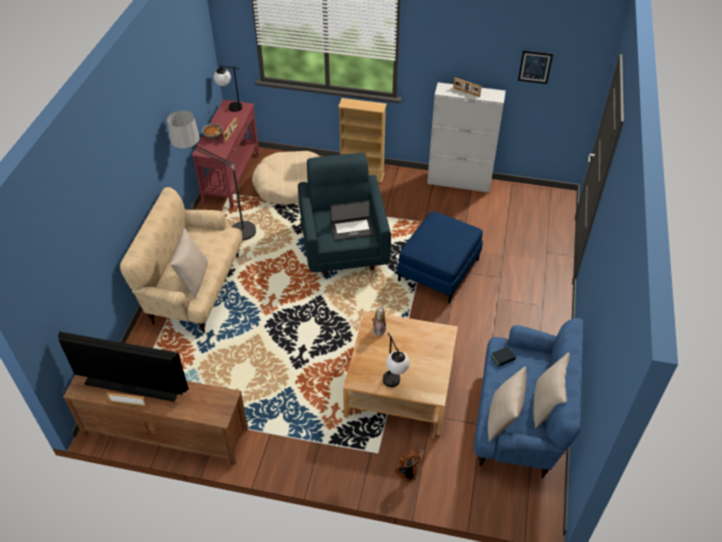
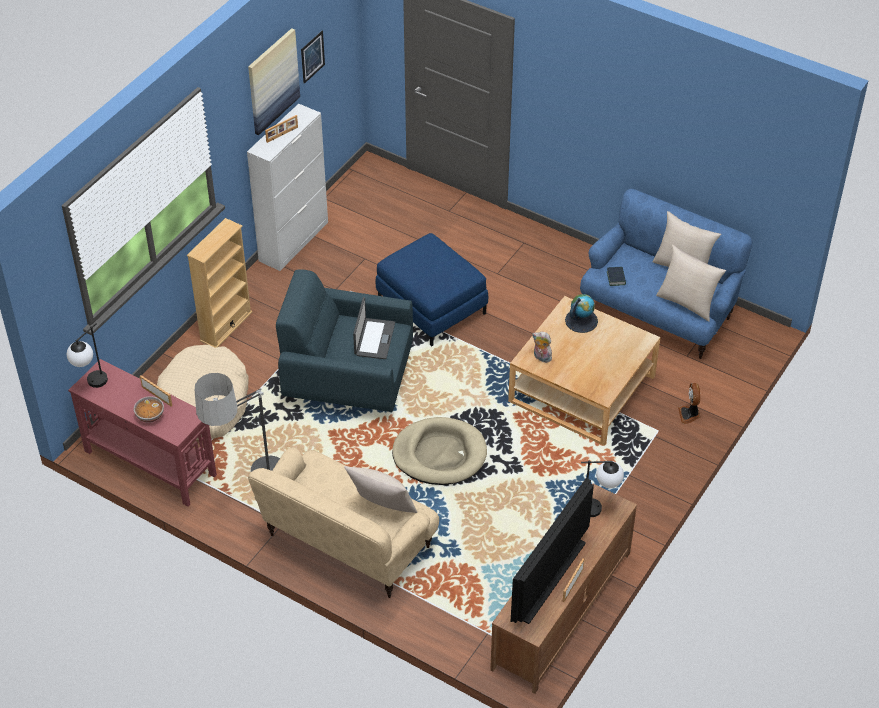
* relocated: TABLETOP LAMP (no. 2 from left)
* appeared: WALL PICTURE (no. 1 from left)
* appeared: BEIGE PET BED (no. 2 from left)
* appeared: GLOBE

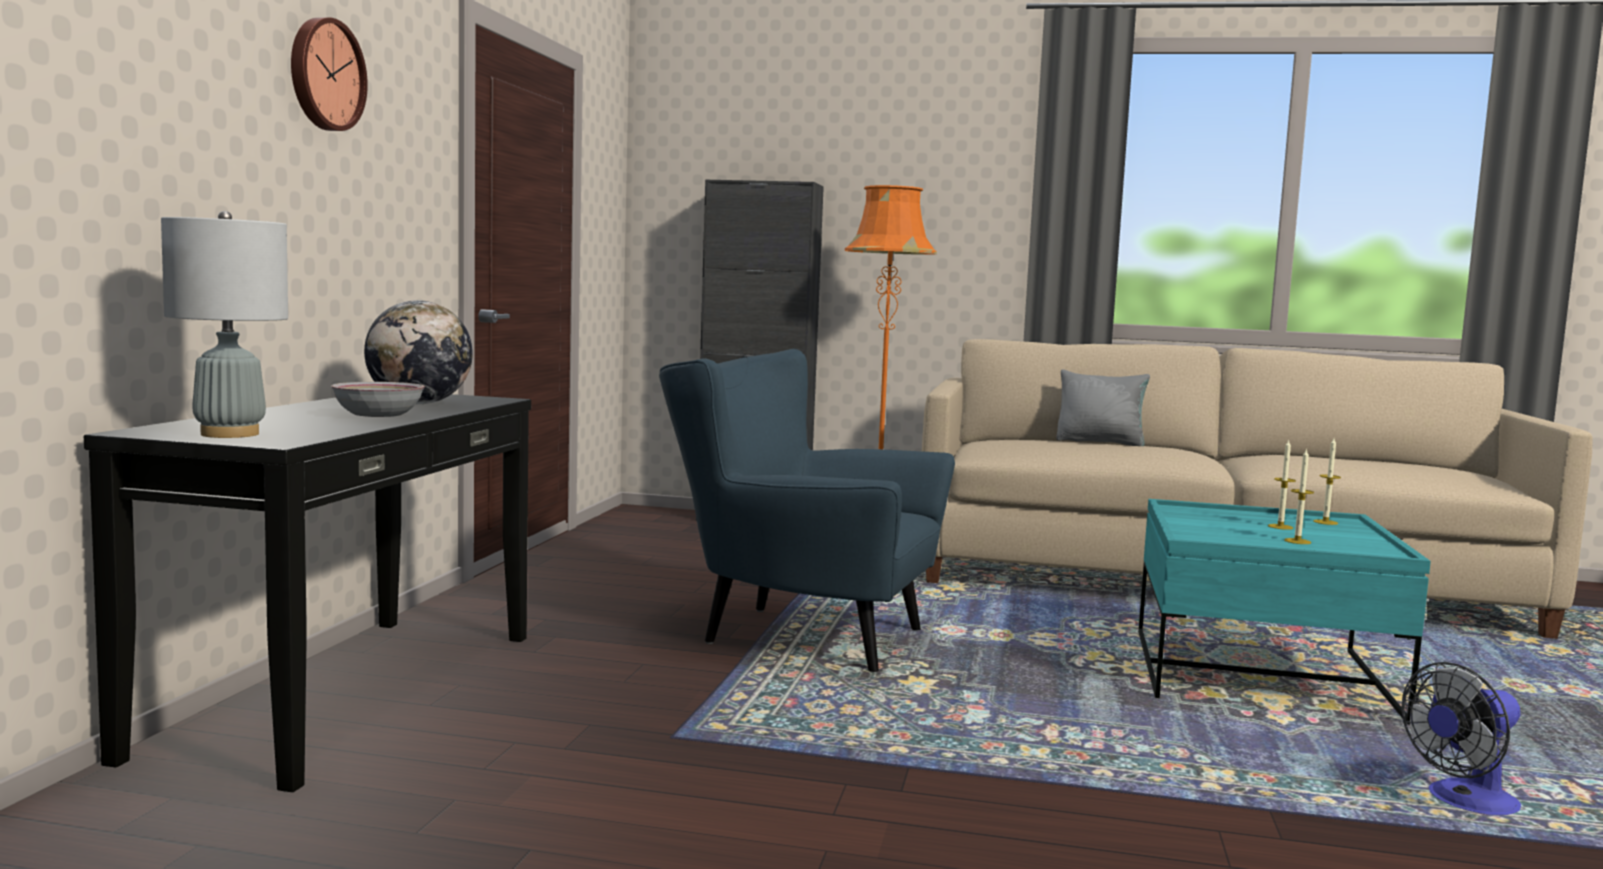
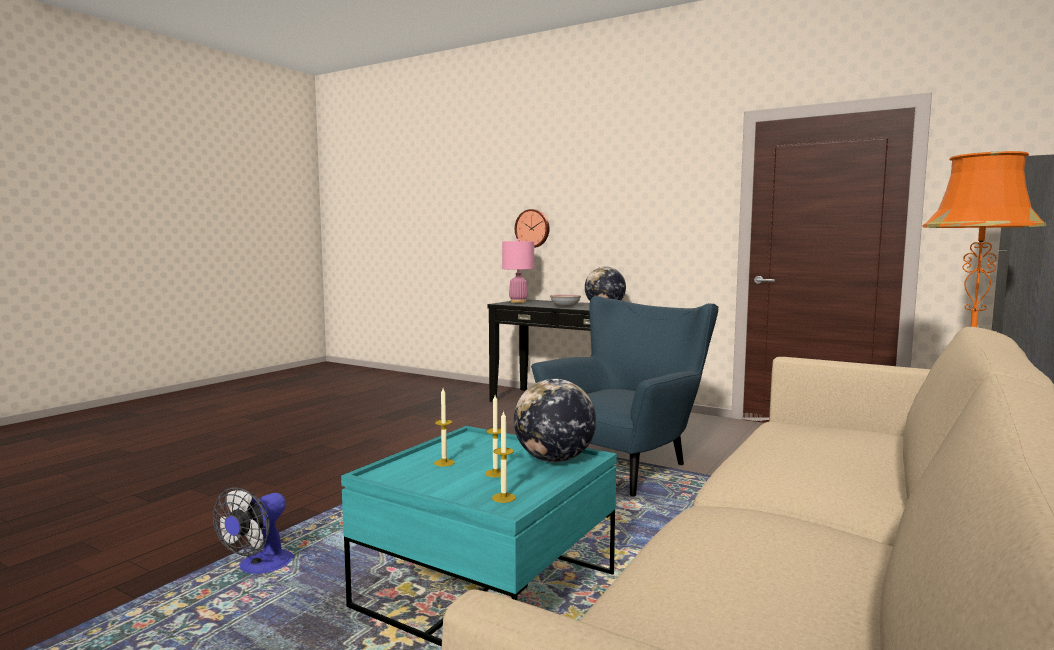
* colour: GREYISH TABLETOP LAMP to PINKISH TABLETOP LAMP
* relocated: HANGING CLOCK
* missing: GREYISH THROW PILLOW
* spun: FAN 150 degrees counterclockwise
* appeared: GLOBE (no. 1 from left)

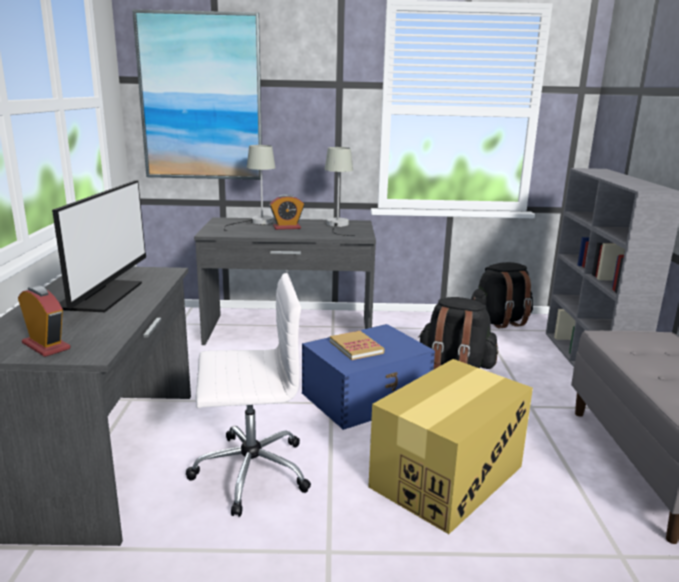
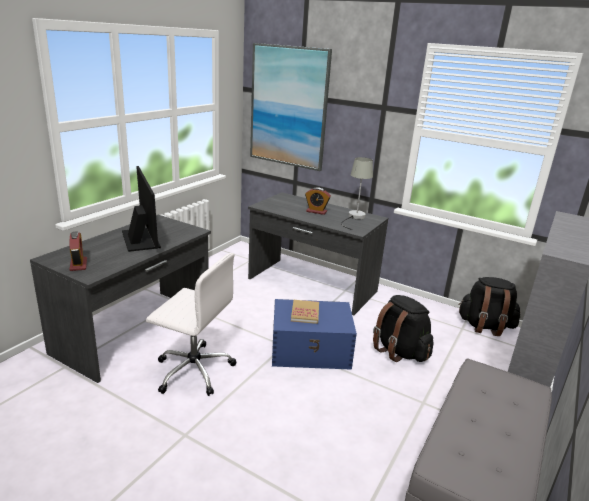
* spun: COMPUTER SCREEN 60 degrees counterclockwise
* missing: GREYISH TABLETOP LAMP (no. 1 from left)
* missing: CARDBOARD BOX

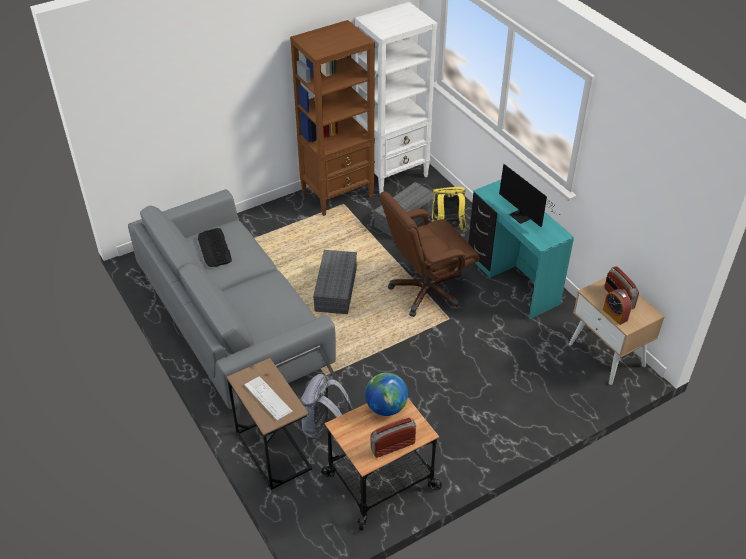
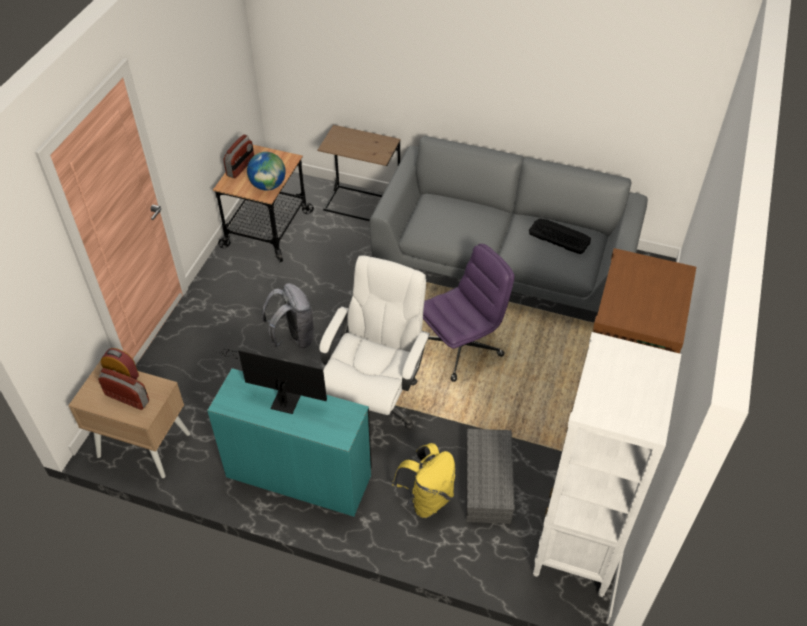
* missing: COMPUTER KEYBOARD (no. 2 from left)
* relocated: GREYISH BACKPACK
* exchanged: GREYISH STORAGE BOX (no. 1 from left) to PURPLE-COLOURED COMPUTER CHAIR
* colour: BROWN-COLOURED COMPUTER CHAIR to WHITE-COLOURED COMPUTER CHAIR

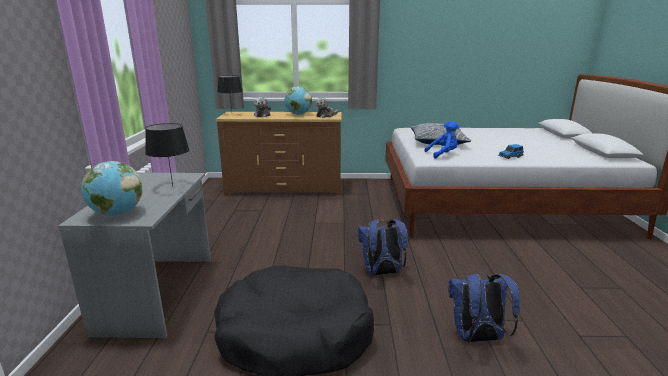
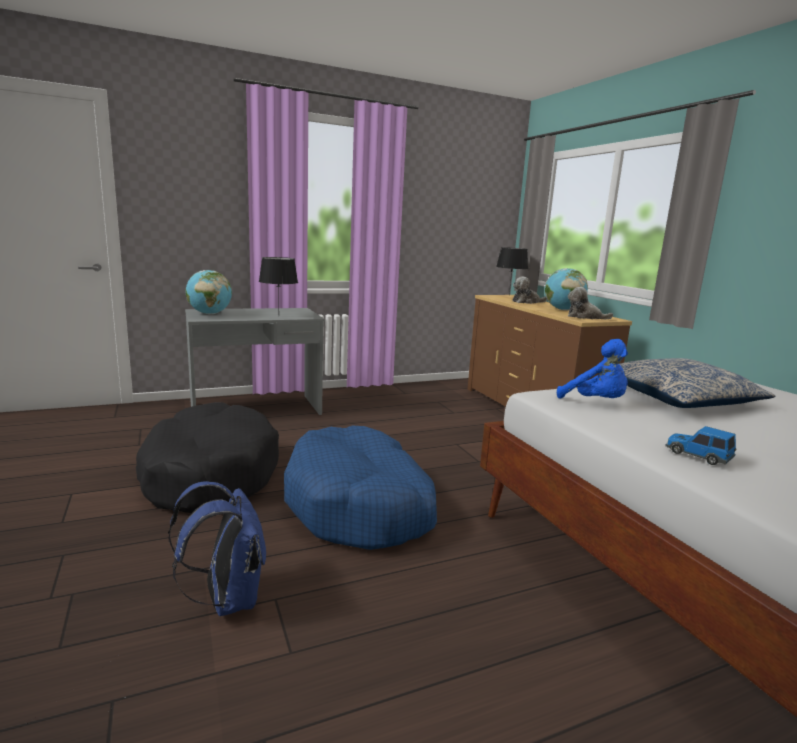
* exchanged: BLUE-COLOURED BACKPACK (no. 1 from left) to BLUE-COLOURED PET BED

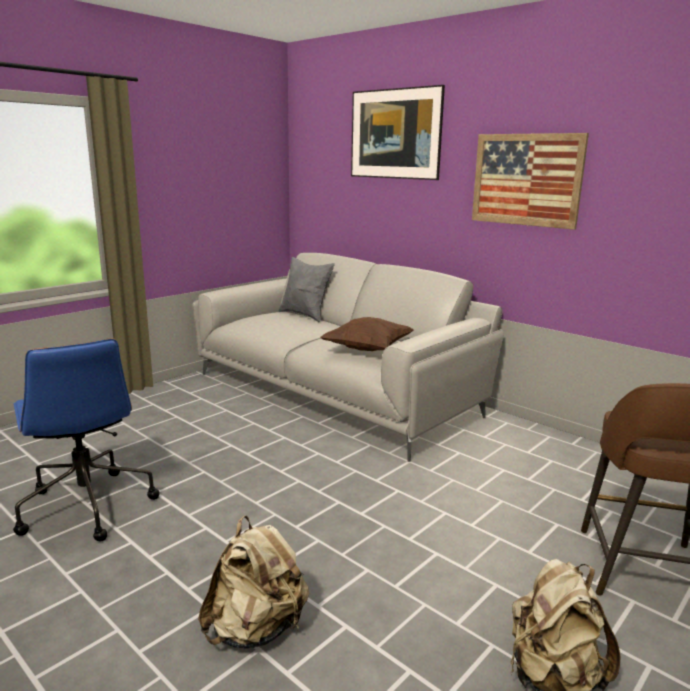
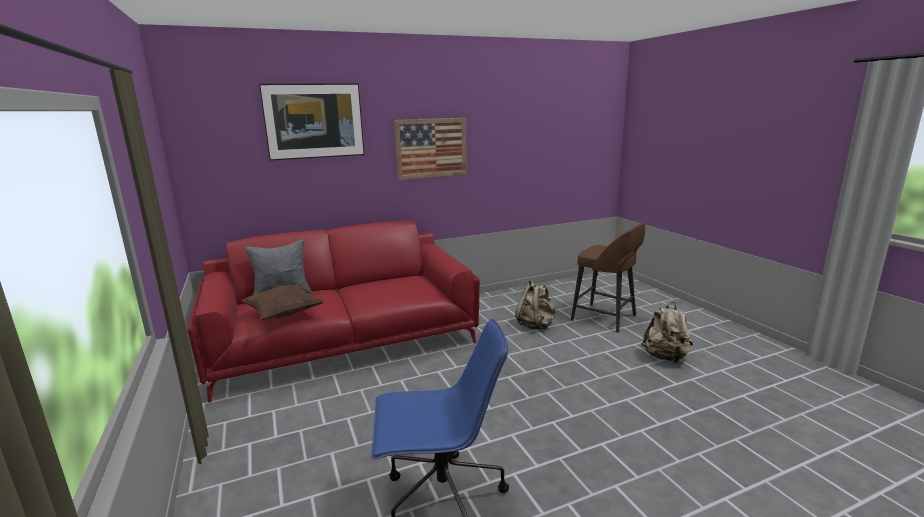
* colour: GREYISH SETTEE to RED SETTEE
* relocated: BEIGE BACKPACK (no. 1 from left)
* relocated: BROWN-COLOURED THROW PILLOW

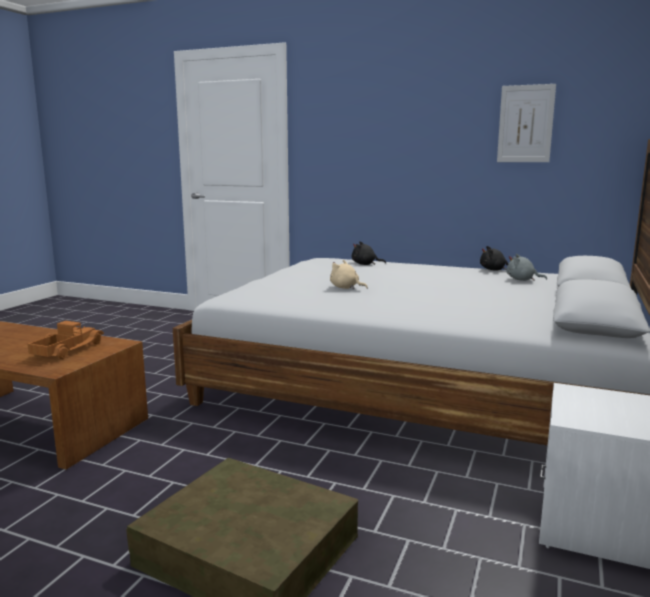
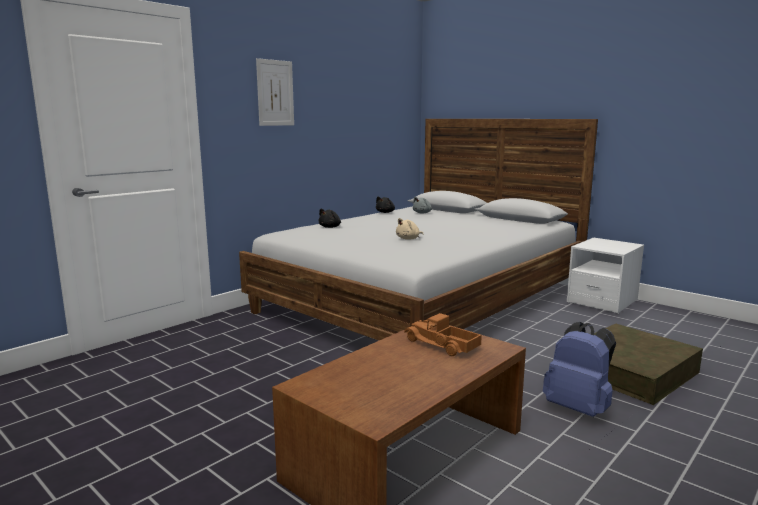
* relocated: WALL PICTURE
* appeared: BLUE-COLOURED BACKPACK

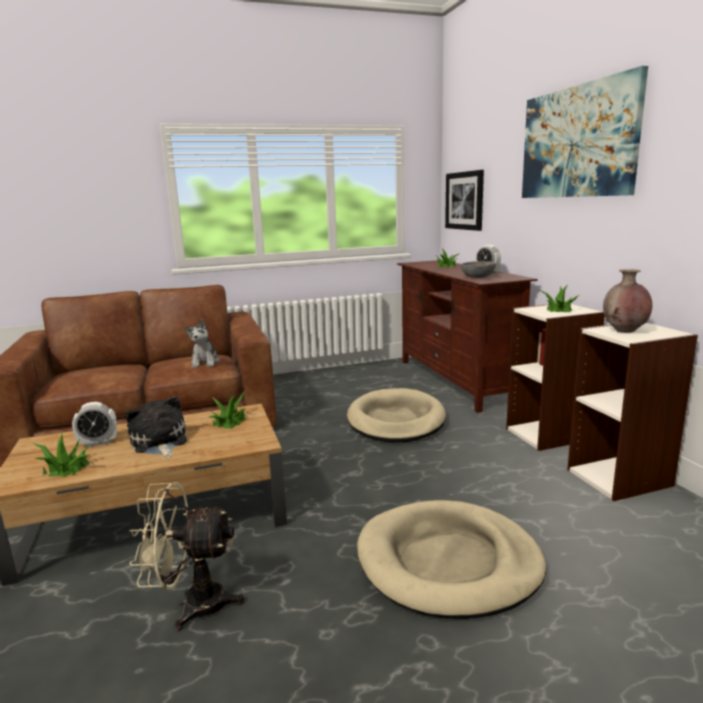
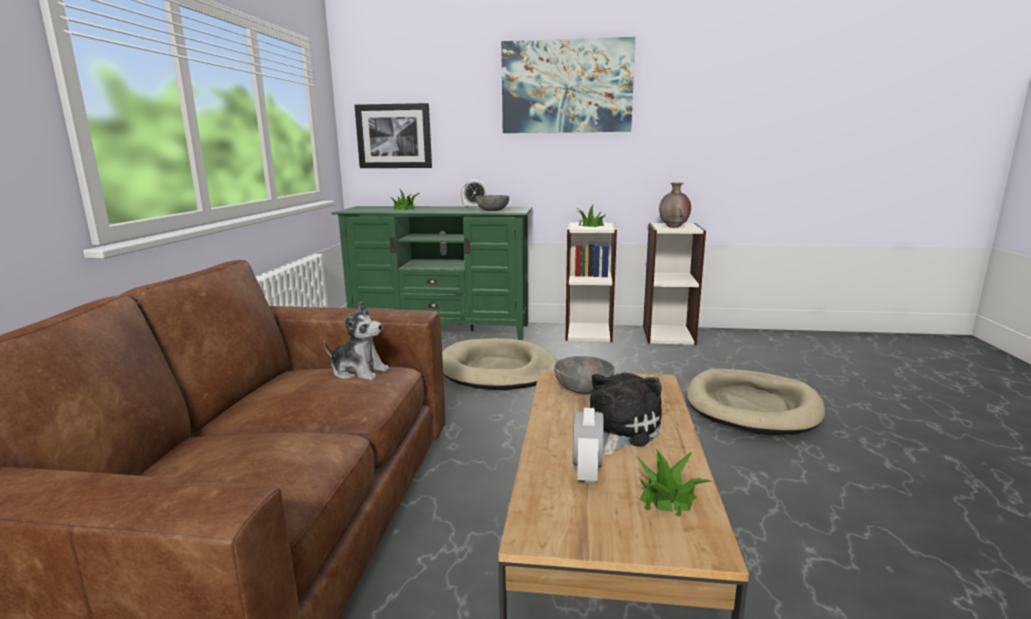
* spun: SOFT TOY (no. 1 from left in the first image) 120 degrees clockwise
* missing: BEIGE FAN
* exchanged: HOUSEPLANT (no. 2 from left) to GREYISH SERVING BOWL (no. 2 from left)
* colour: BROWN-COLOURED MEDIA CONSOLE to GREEN MEDIA CONSOLE

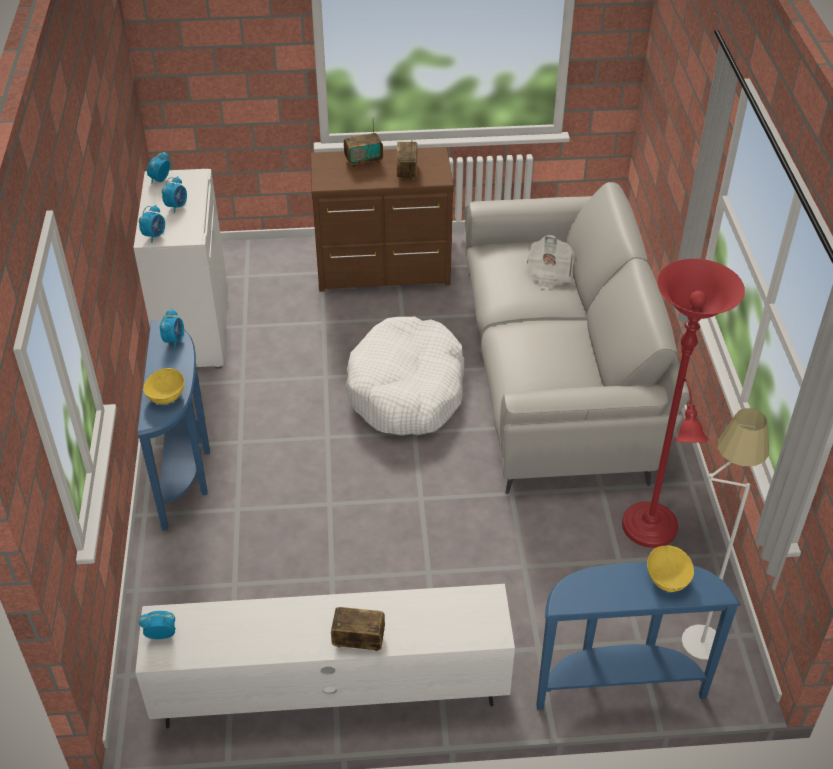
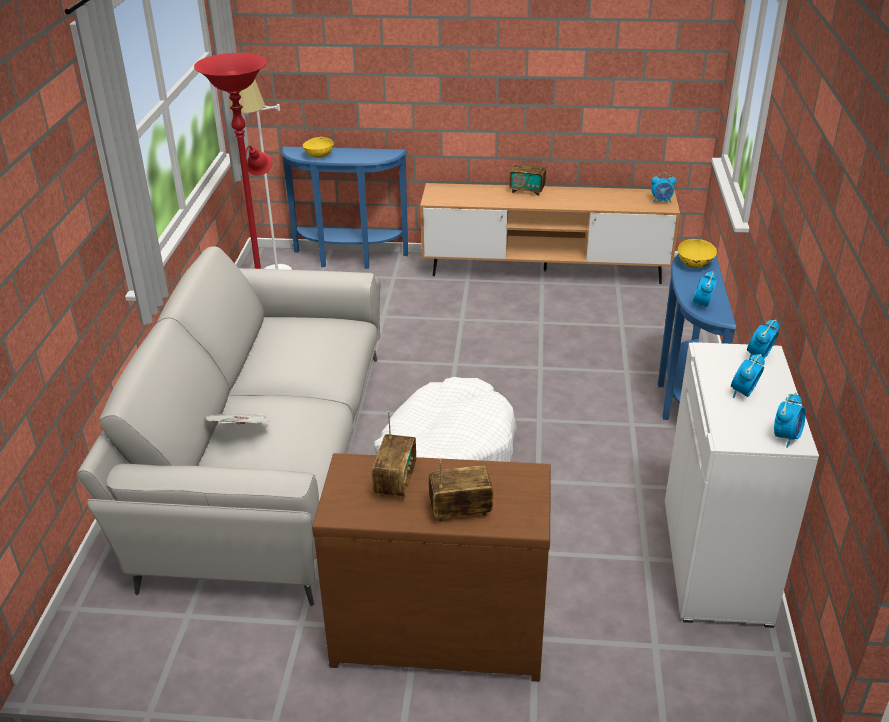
* colour: WHITE-COLOURED MEDIA CONSOLE to BROWN-COLOURED MEDIA CONSOLE

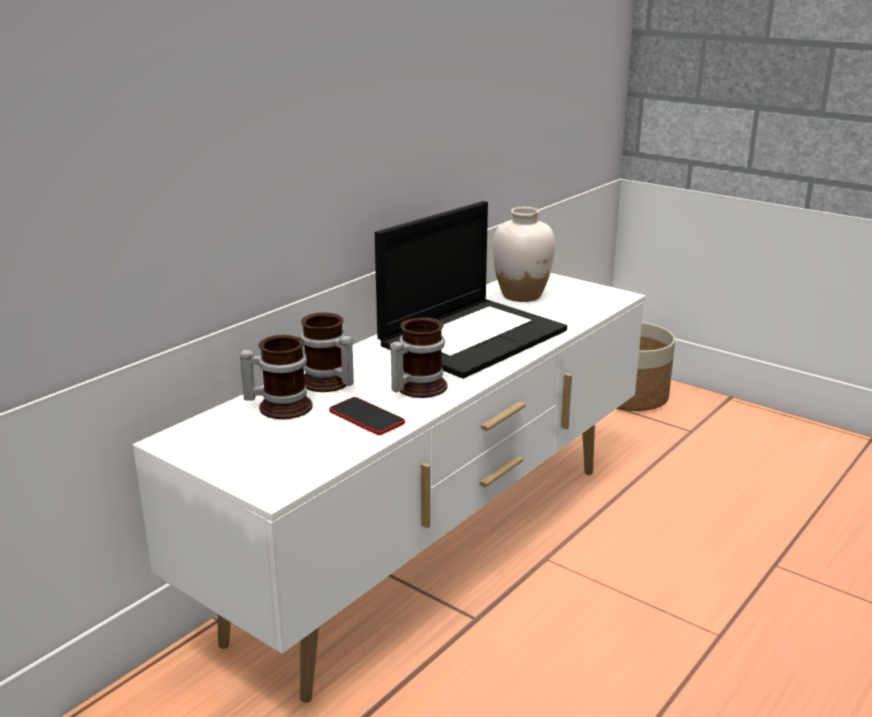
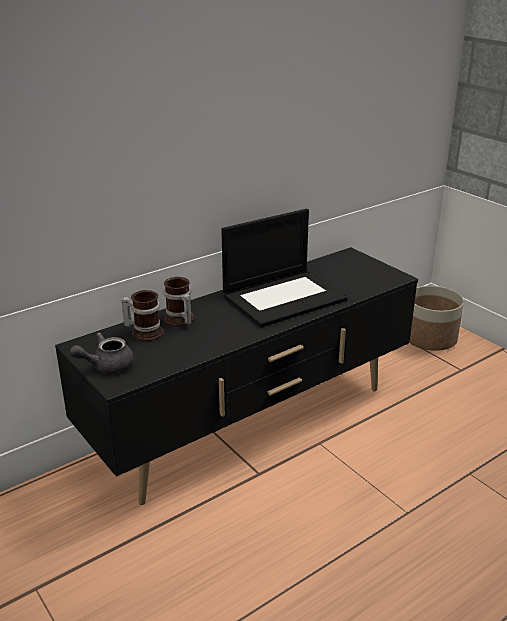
* colour: WHITE-COLOURED MEDIA CONSOLE to BLACKISH MEDIA CONSOLE
* missing: TELEPHONE
* missing: COFFEE MUG (no. 3 from left)
* missing: WHITE-COLOURED FLOWER VASE
* appeared: GREYISH POT FOR TEA

